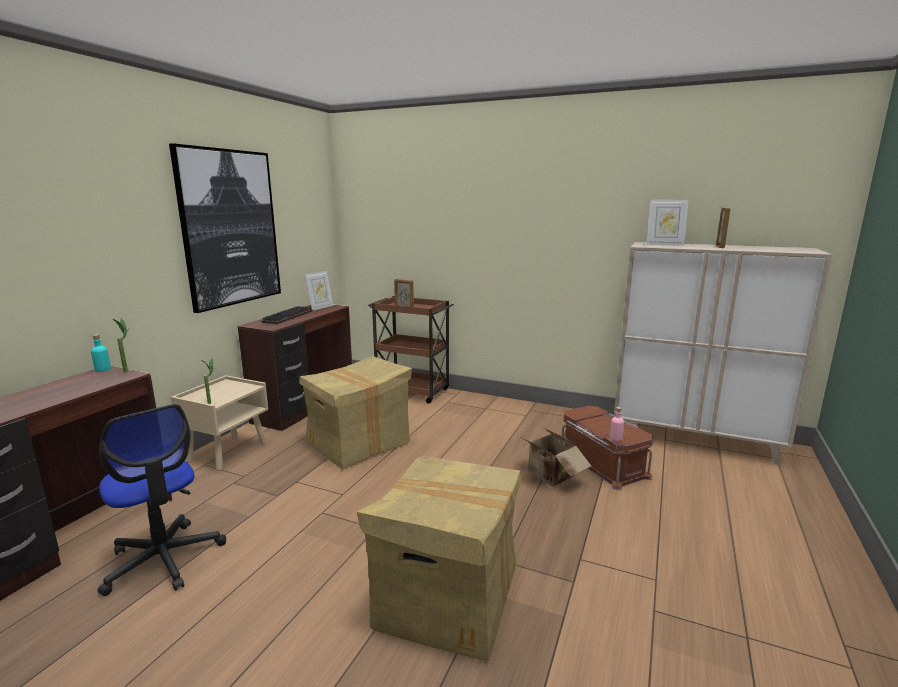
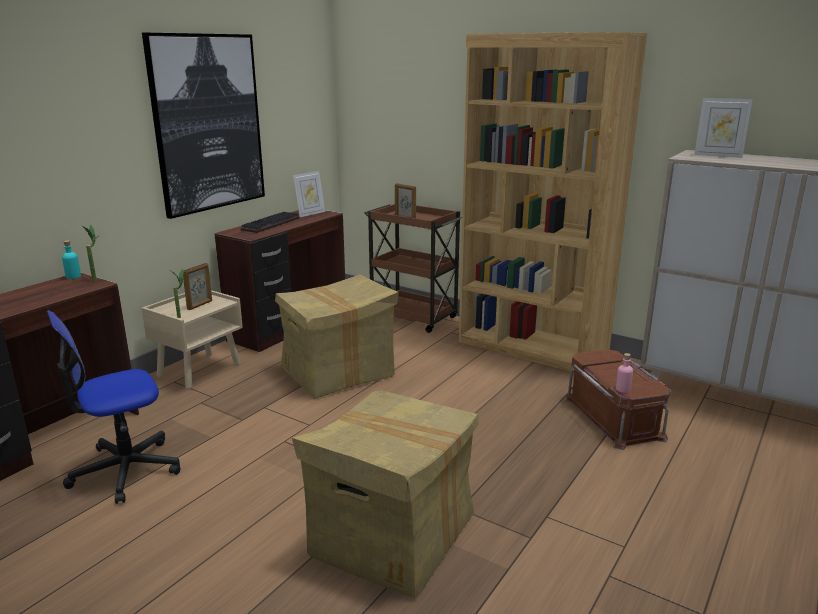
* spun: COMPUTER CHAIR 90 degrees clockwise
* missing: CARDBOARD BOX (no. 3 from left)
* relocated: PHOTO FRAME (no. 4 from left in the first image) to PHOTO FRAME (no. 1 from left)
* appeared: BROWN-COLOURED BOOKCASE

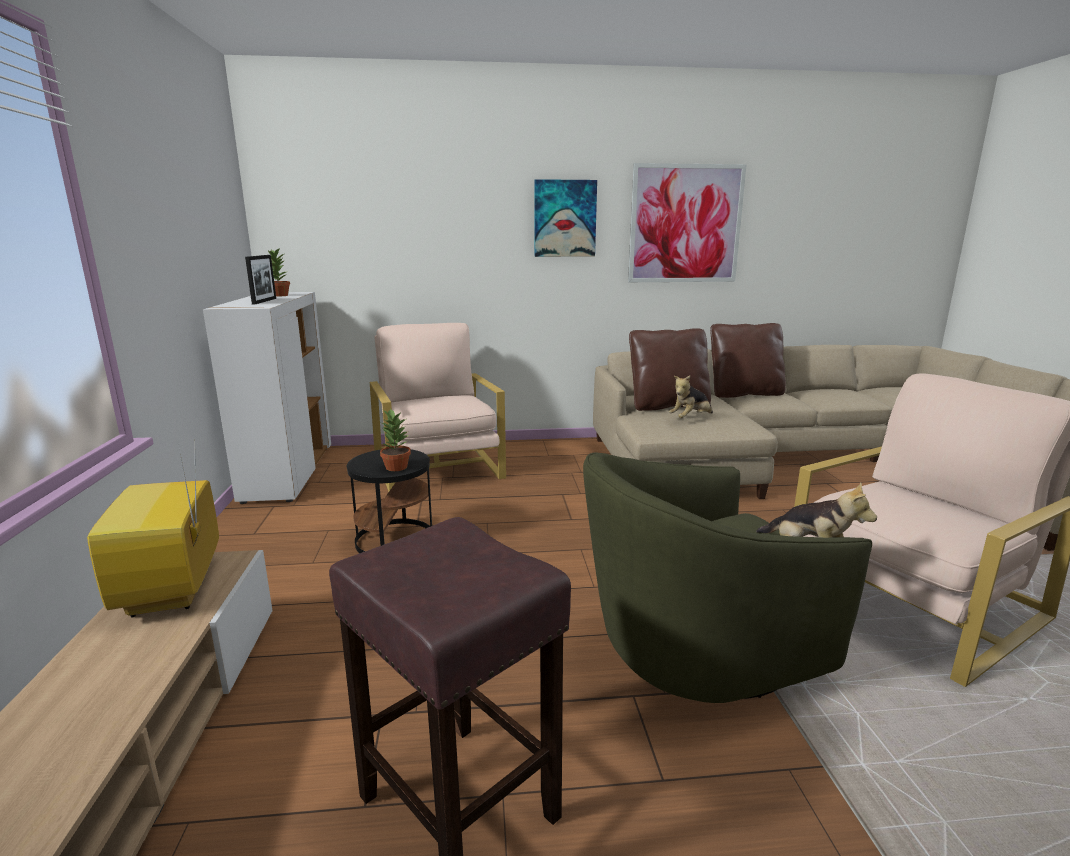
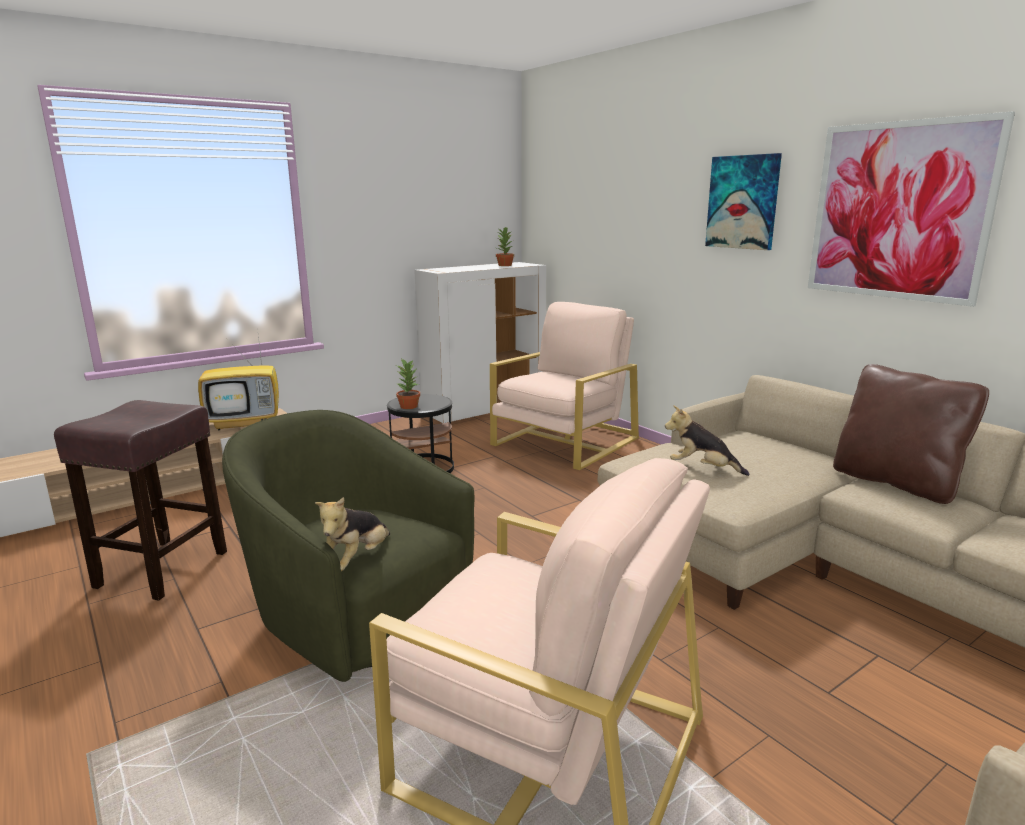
* spun: TV 150 degrees counterclockwise
* missing: PHOTO FRAME
* missing: BROWN-COLOURED THROW PILLOW (no. 1 from left)

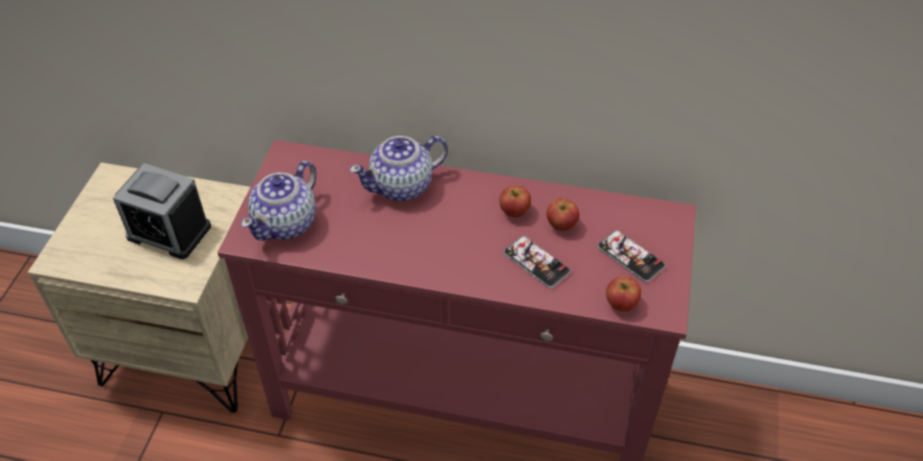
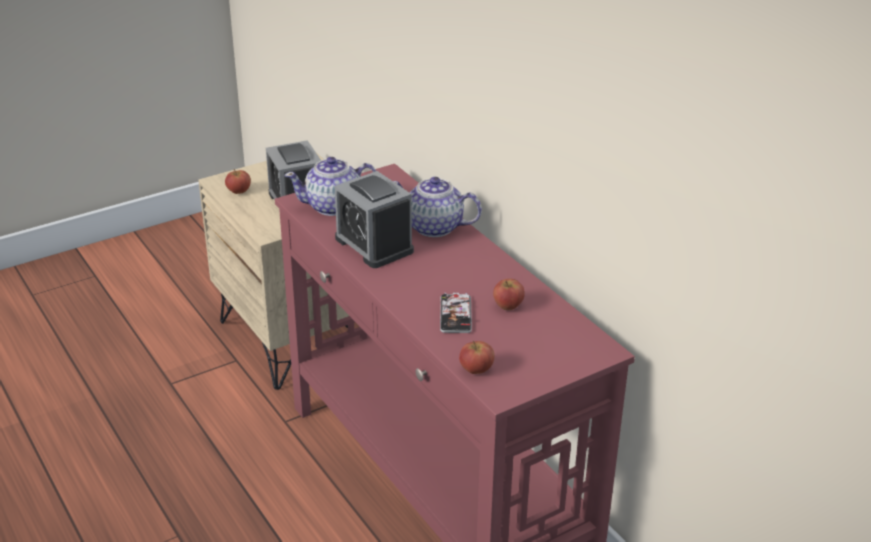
* relocated: APPLE FRUIT (no. 1 from left)
* missing: TELEPHONE (no. 2 from left)
* appeared: TABLE CLOCK (no. 2 from left)

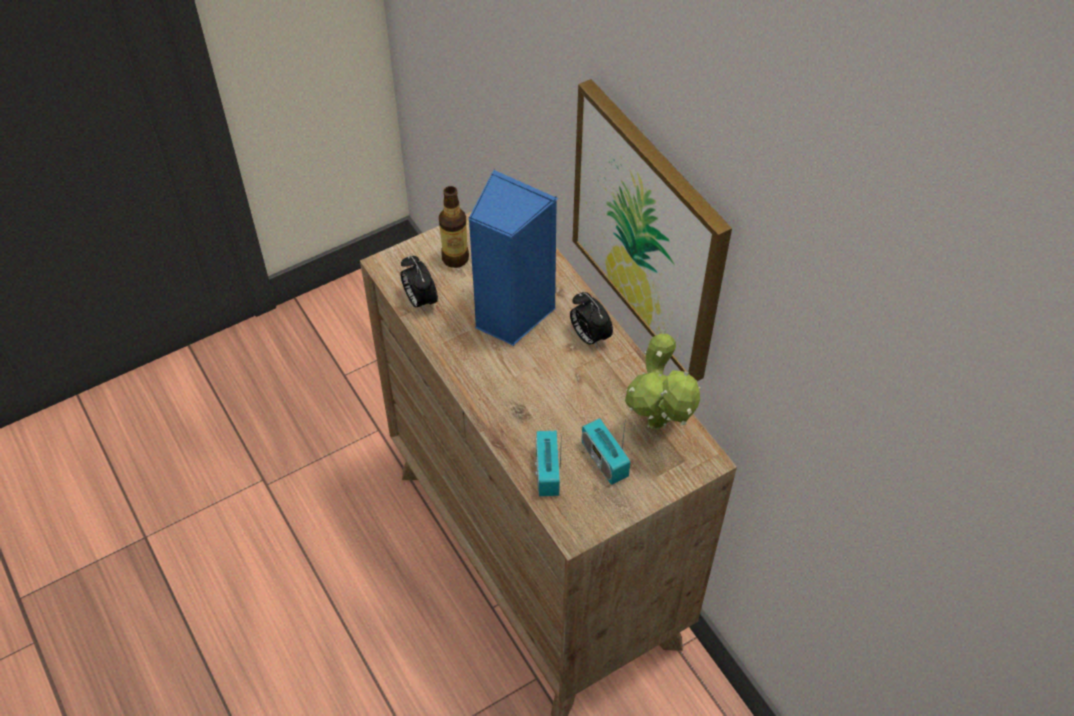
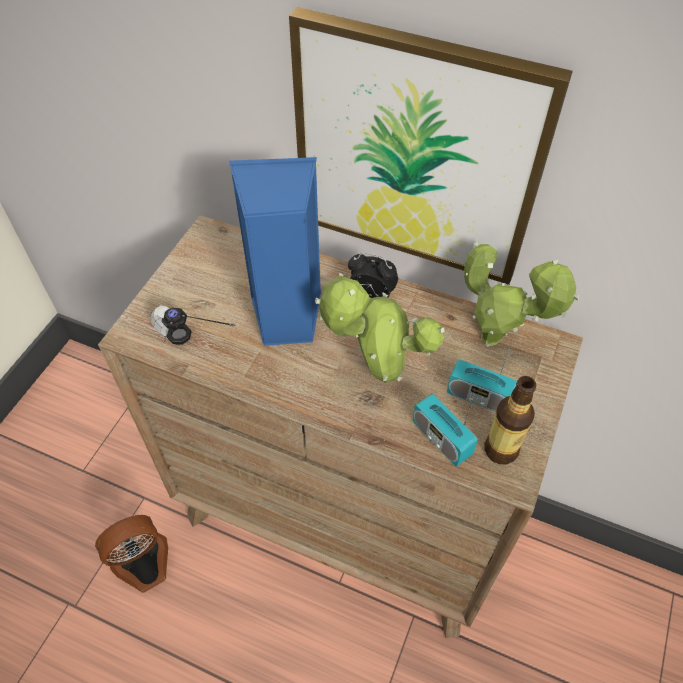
* exchanged: TABLE CLOCK (no. 1 from left) to HEADSET
* relocated: DRINK BOTTLE
* appeared: FAN
* appeared: HOUSEPLANT (no. 1 from left)

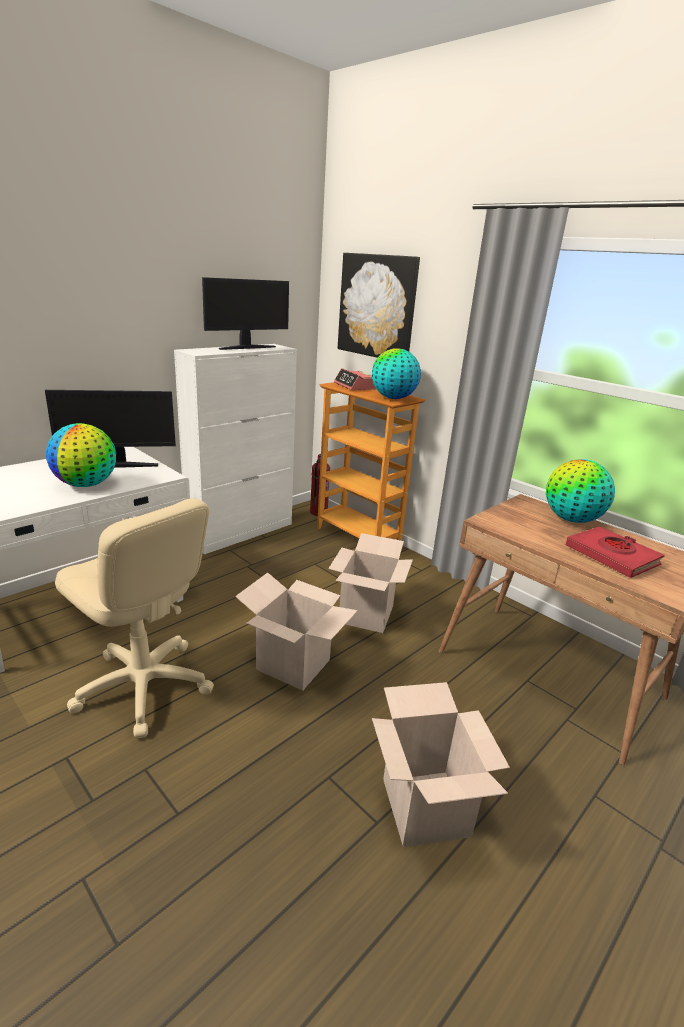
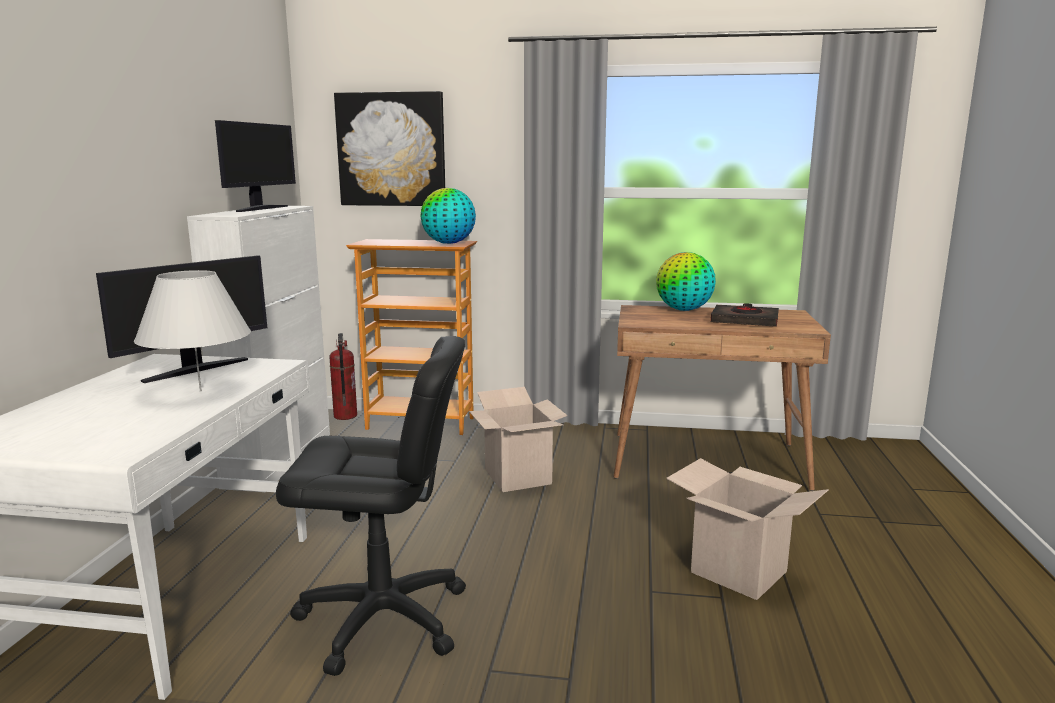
* exchanged: GLOBE (no. 1 from left) to WHITE-COLOURED TABLETOP LAMP
* colour: BEIGE COMPUTER CHAIR to BLACKISH COMPUTER CHAIR
* missing: CARDBOARD BOX (no. 1 from left)
* missing: TABLE CLOCK
* colour: RED BOUND BOOK to BLACKISH BOUND BOOK

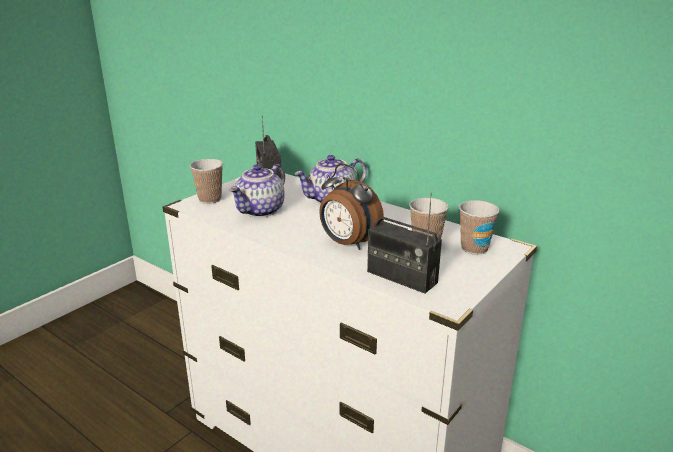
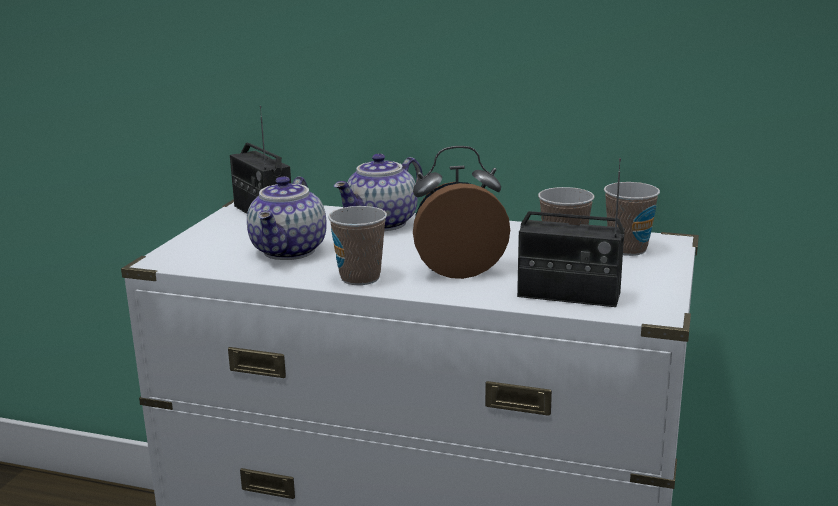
* relocated: DRINKING CUP (no. 1 from left)
* spun: TABLE CLOCK 150 degrees clockwise

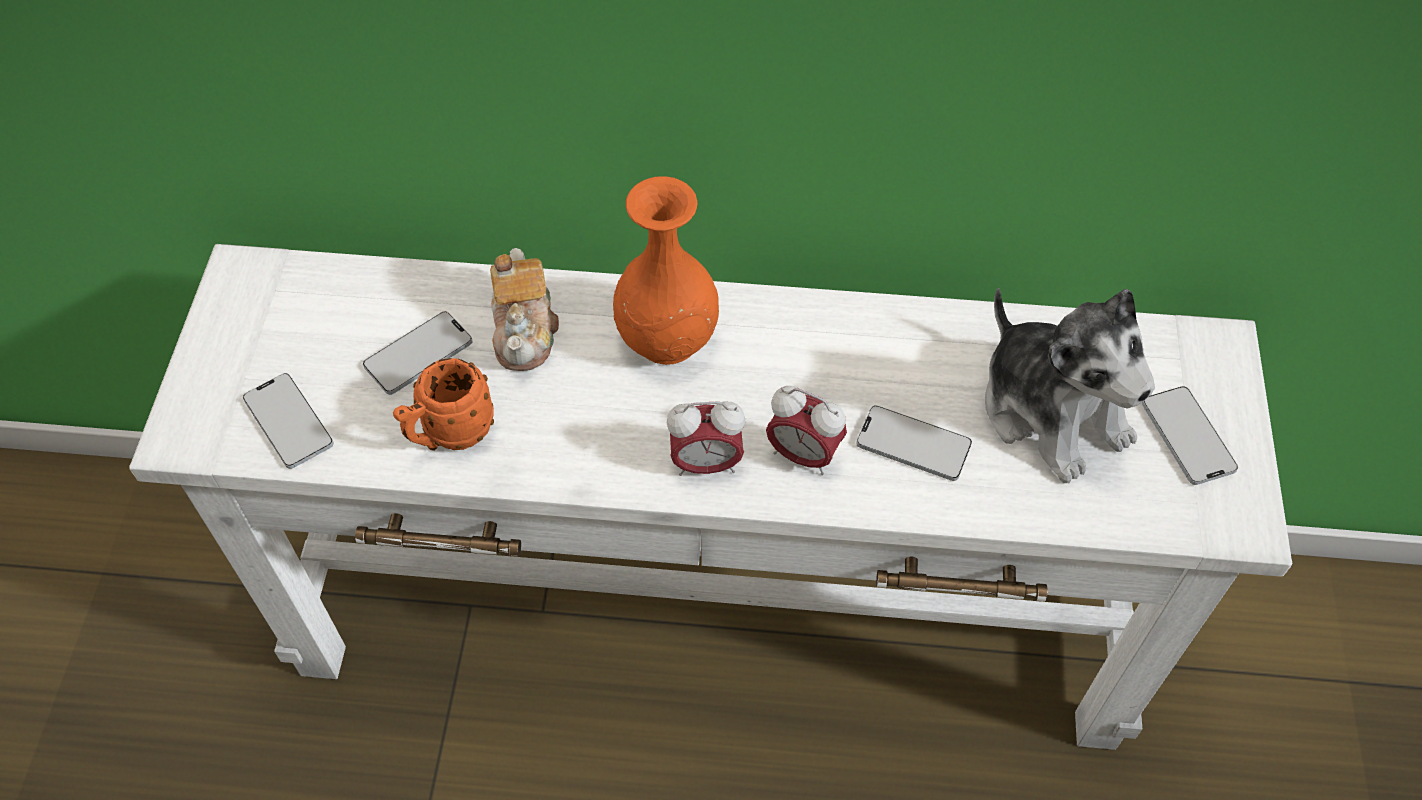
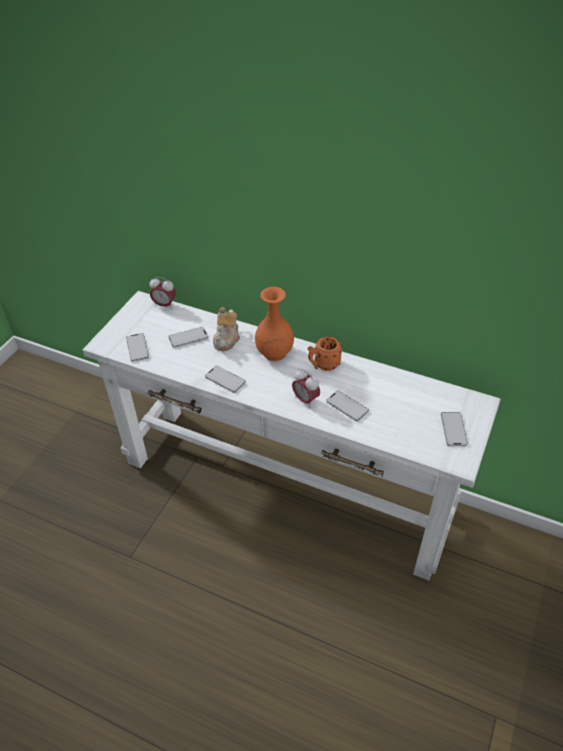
* relocated: ORANGE-COLOURED COFFEE MUG
* relocated: TABLE CLOCK (no. 1 from left)
* missing: SOFT TOY
* appeared: TELEPHONE (no. 3 from left)

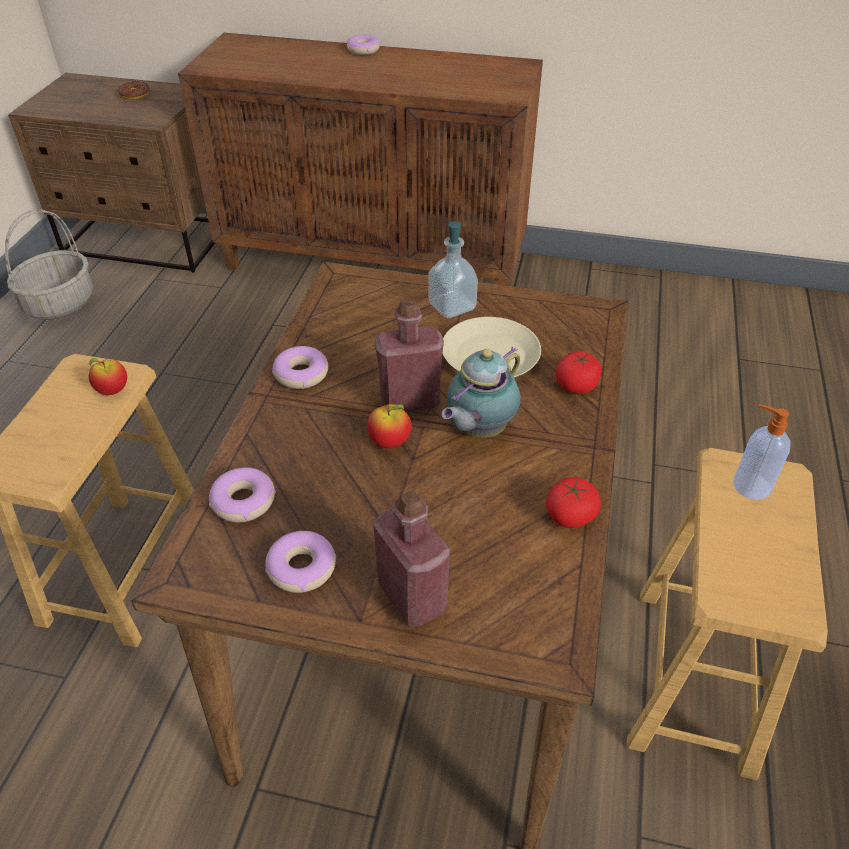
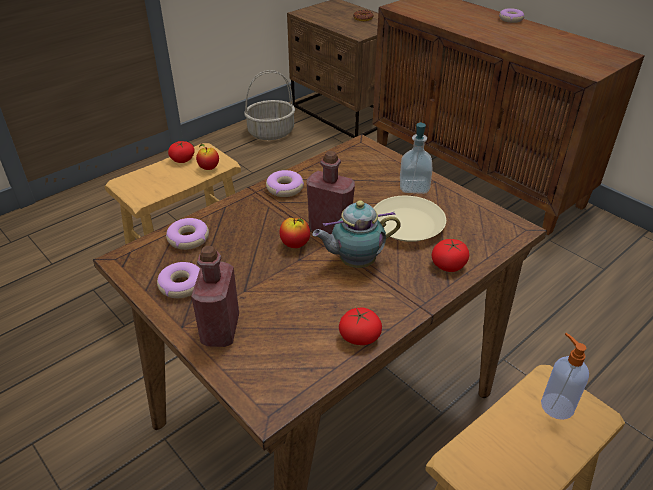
* appeared: TOMATO (no. 1 from left)

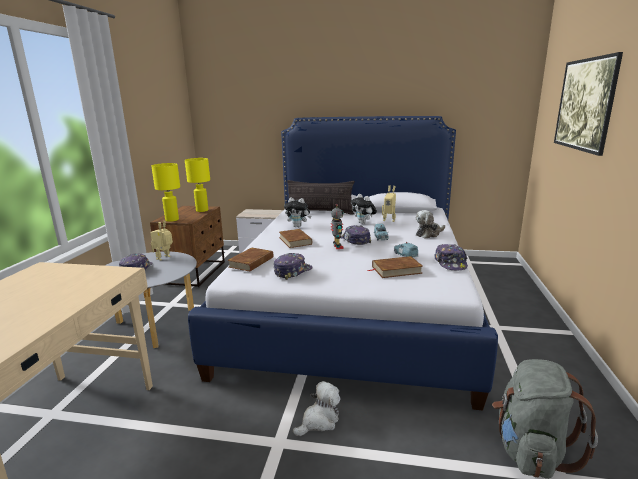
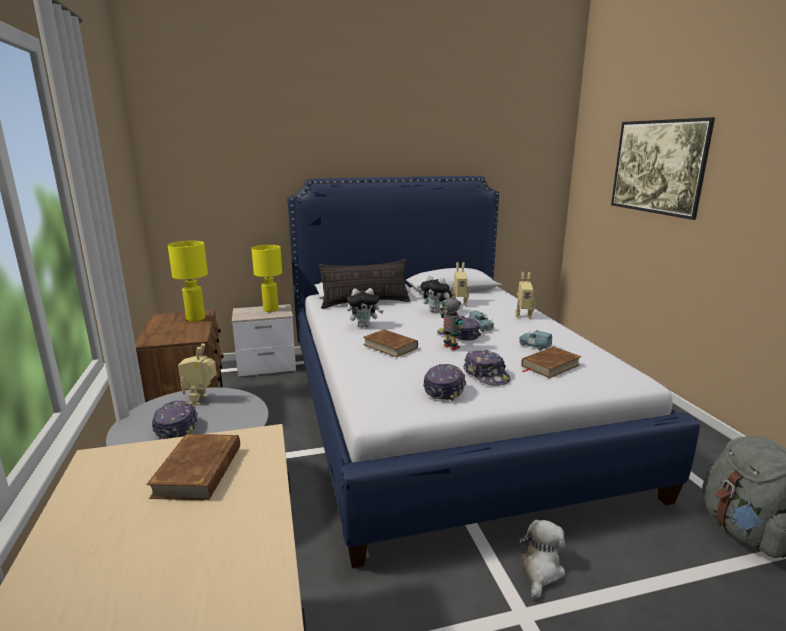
* relocated: YELLOW-COLOURED TABLETOP LAMP (no. 1 from left in the first image) to YELLOW-COLOURED TABLETOP LAMP (no. 2 from left)
* relocated: BROWN-COLOURED BOUND BOOK (no. 1 from left)
* exchanged: SOFT TOY (no. 4 from left) to TOY ROBOT (no. 4 from left)
* relocated: PEAKED CAP (no. 4 from left)

